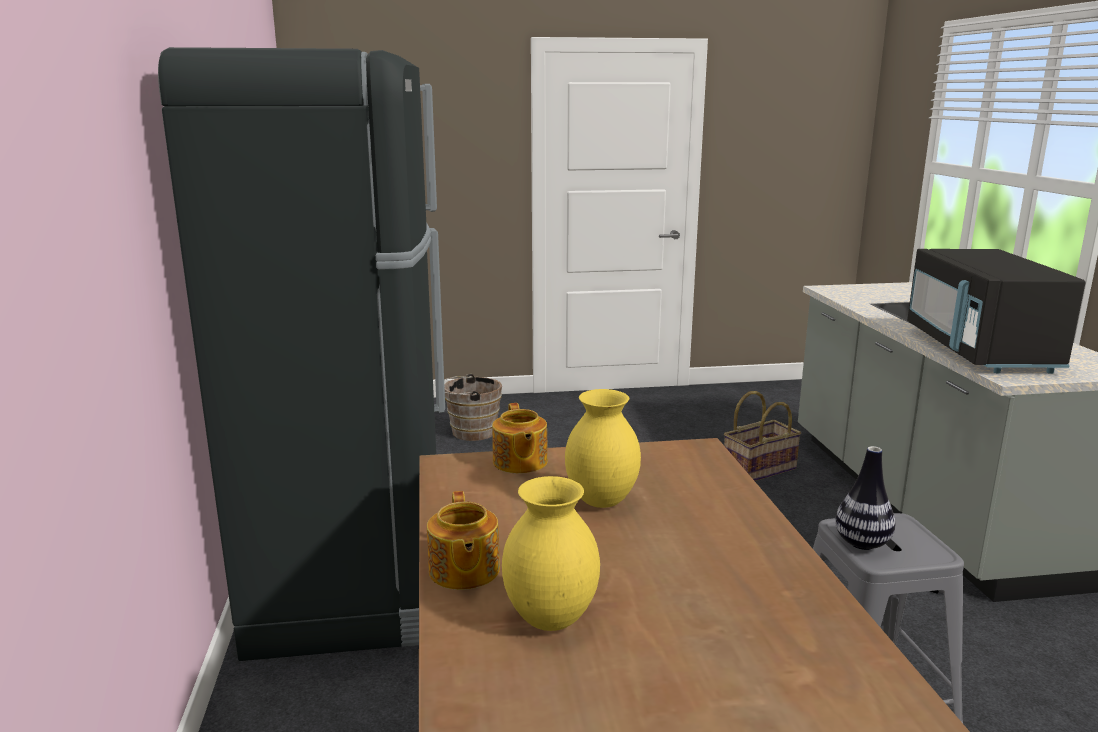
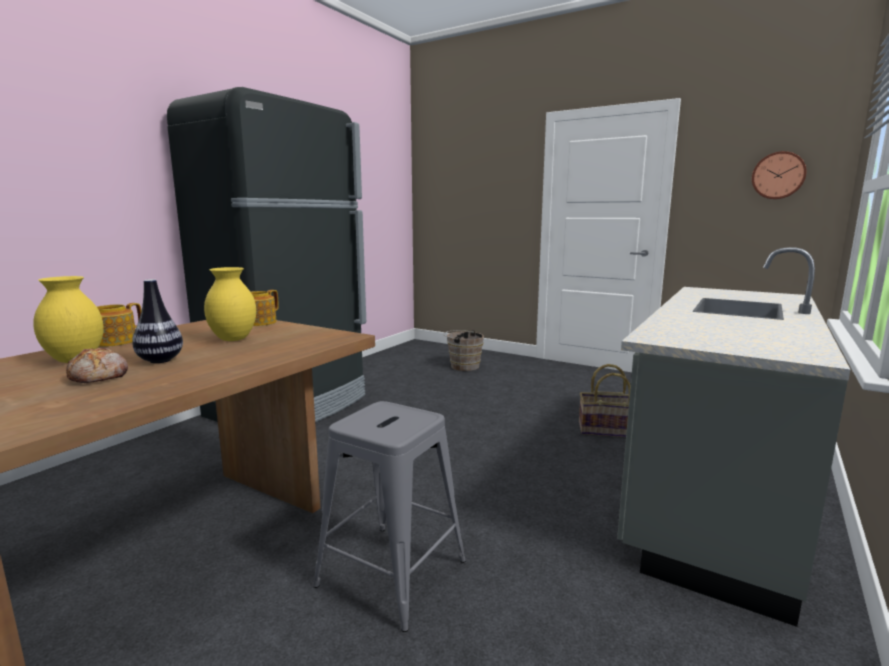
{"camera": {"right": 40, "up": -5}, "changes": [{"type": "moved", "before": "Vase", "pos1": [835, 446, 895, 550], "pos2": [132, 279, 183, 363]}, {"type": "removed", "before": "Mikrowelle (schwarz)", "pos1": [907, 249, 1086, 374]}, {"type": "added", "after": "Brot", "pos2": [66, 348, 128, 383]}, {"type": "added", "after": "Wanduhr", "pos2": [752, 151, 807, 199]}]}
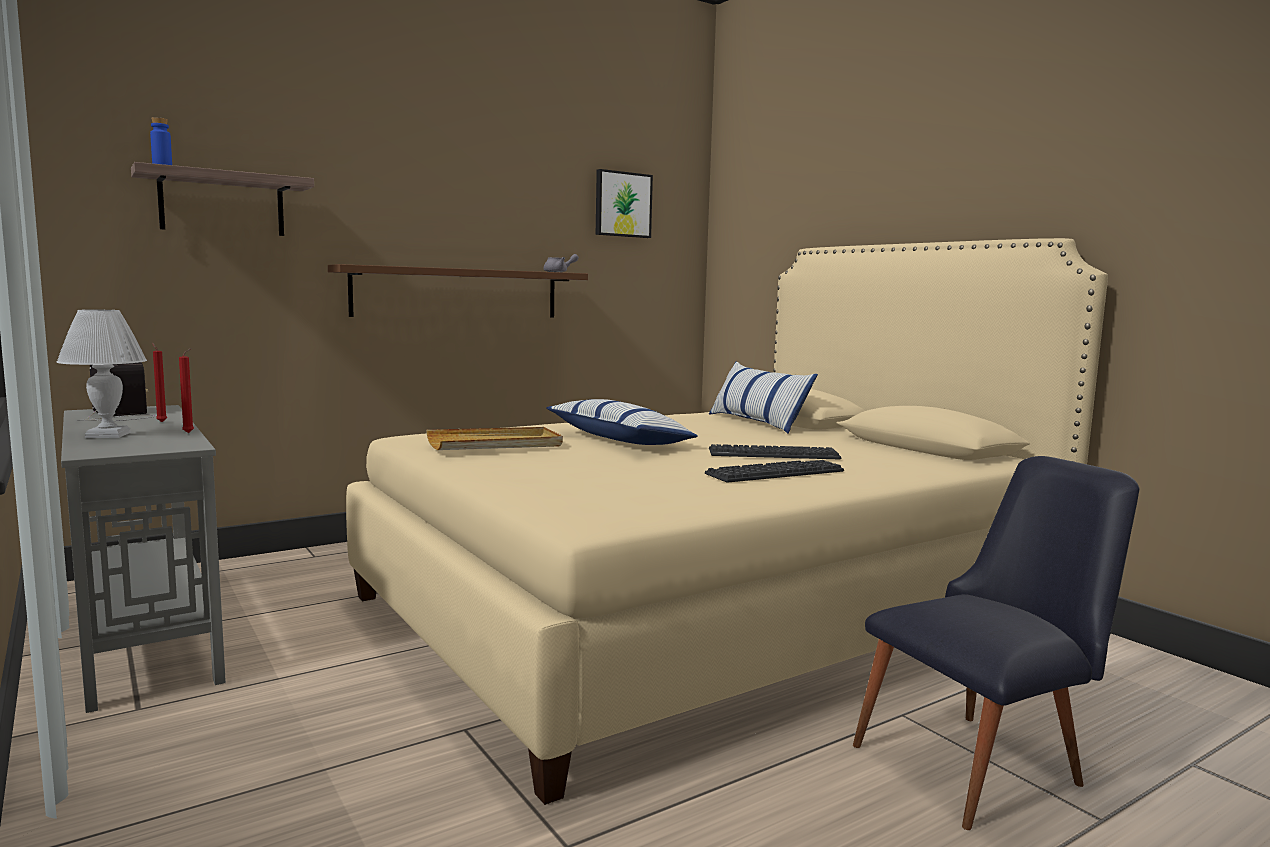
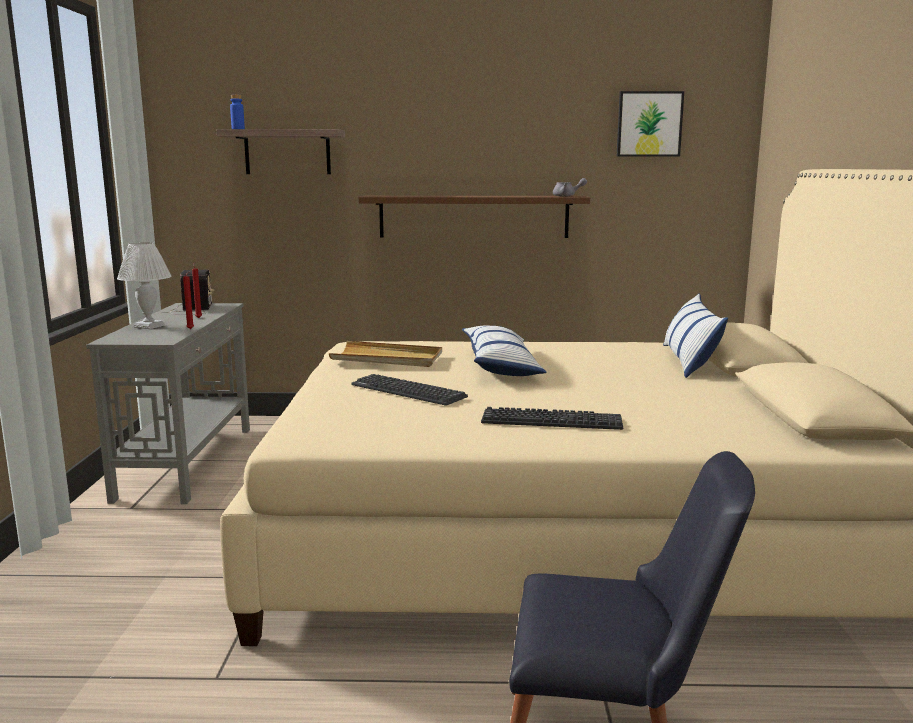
{"camera": {"right": 35, "up": 5}, "changes": [{"type": "moved", "before": "Tastatur", "pos1": [709, 444, 841, 460], "pos2": [351, 374, 468, 406]}]}
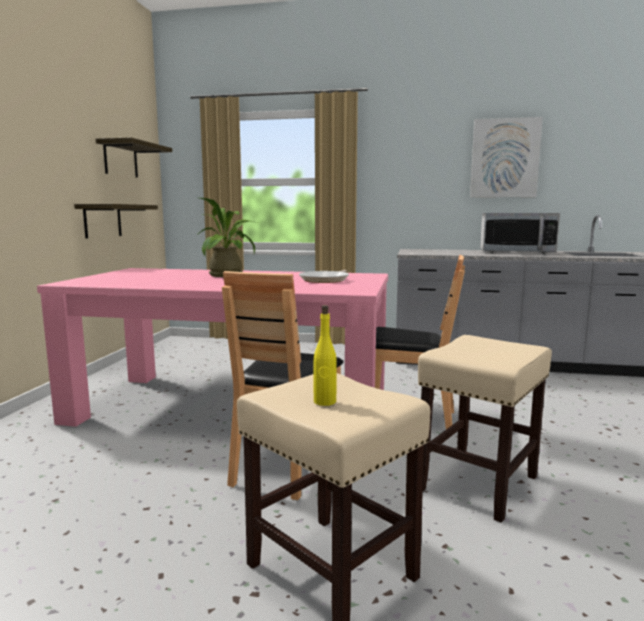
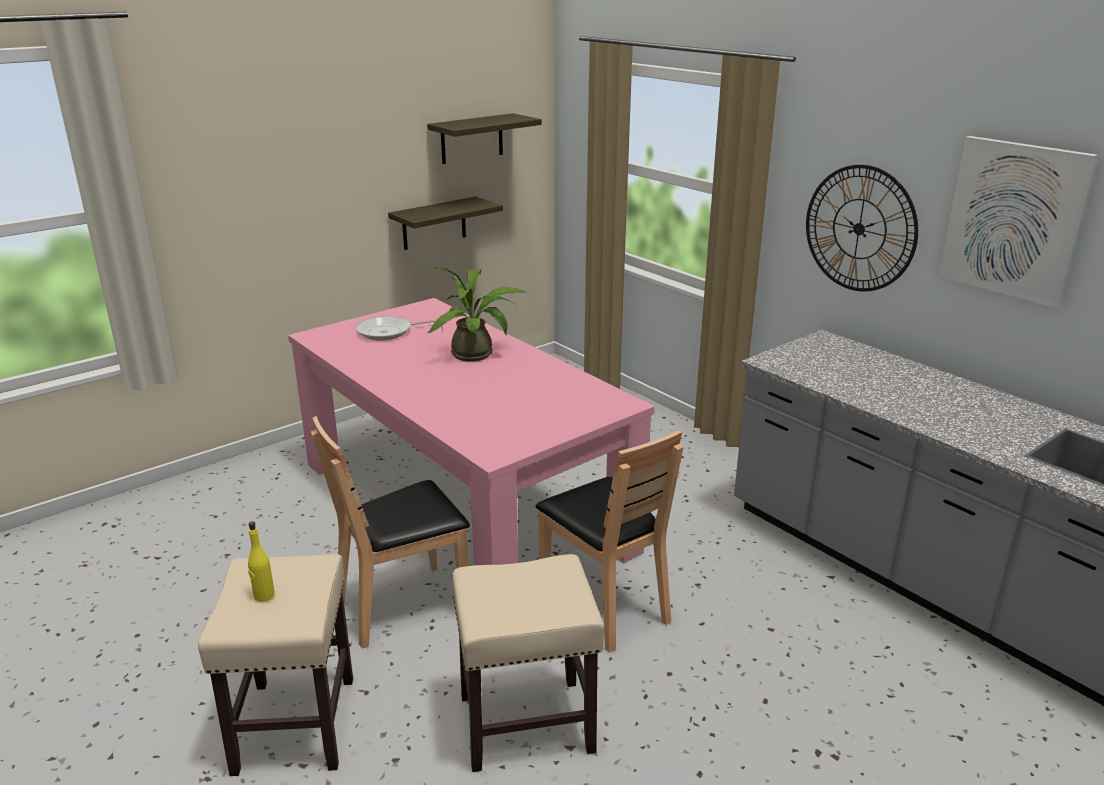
{"camera": {"right": 40, "up": 15}, "changes": [{"type": "moved", "before": "Pfanne", "pos1": [299, 270, 349, 283], "pos2": [356, 316, 437, 341]}, {"type": "removed", "before": "Mikrowelle", "pos1": [480, 213, 560, 254]}, {"type": "added", "after": "Wanduhr", "pos2": [806, 165, 918, 292]}]}
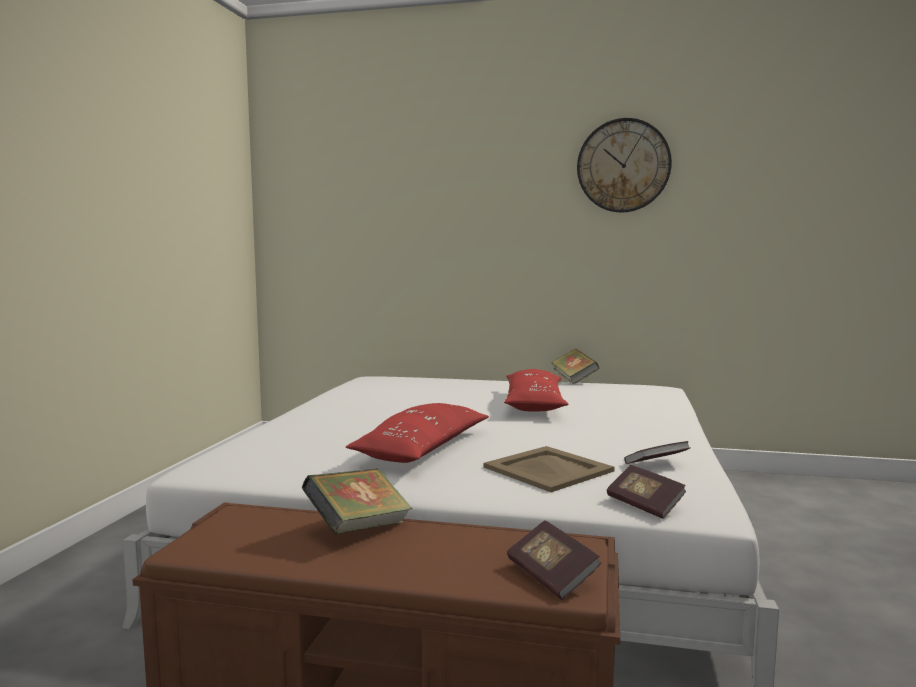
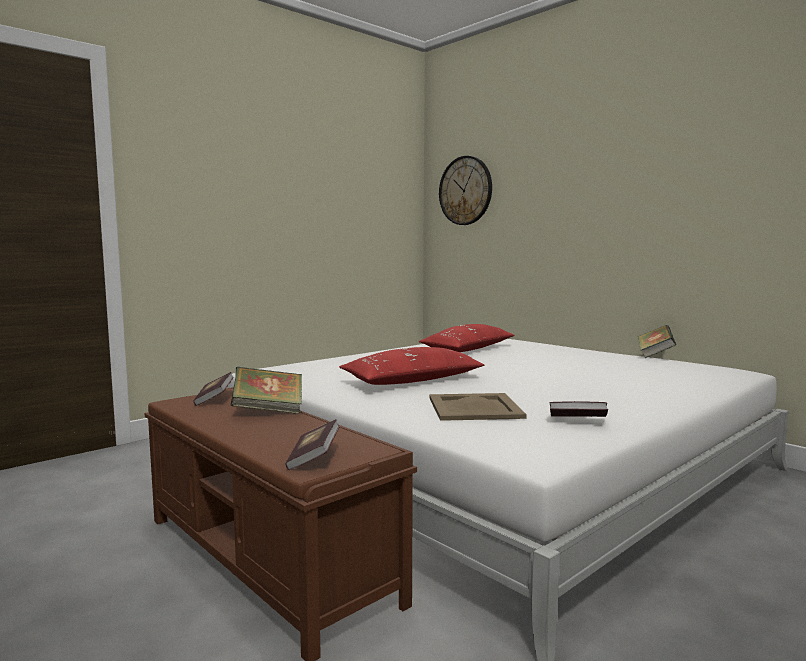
{"camera": {"right": 35, "up": 0}, "changes": [{"type": "moved", "before": "Kissen (rot)", "pos1": [504, 369, 568, 412], "pos2": [419, 324, 515, 352]}, {"type": "moved", "before": "Wanduhr", "pos1": [577, 118, 672, 212], "pos2": [439, 156, 492, 225]}, {"type": "moved", "before": "Buch", "pos1": [607, 465, 686, 519], "pos2": [193, 372, 234, 406]}]}
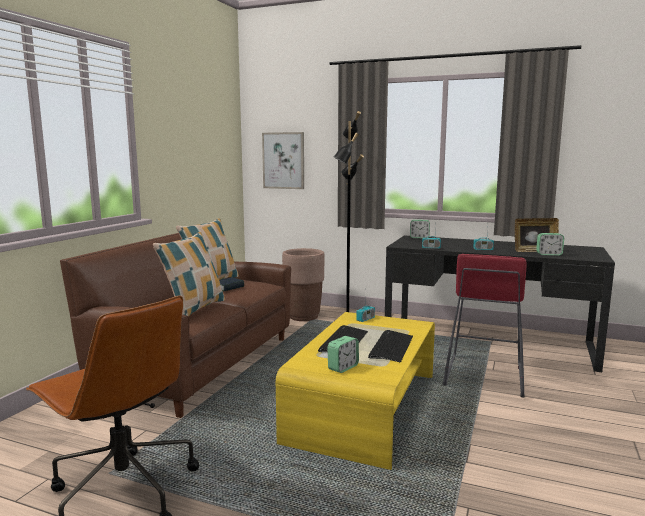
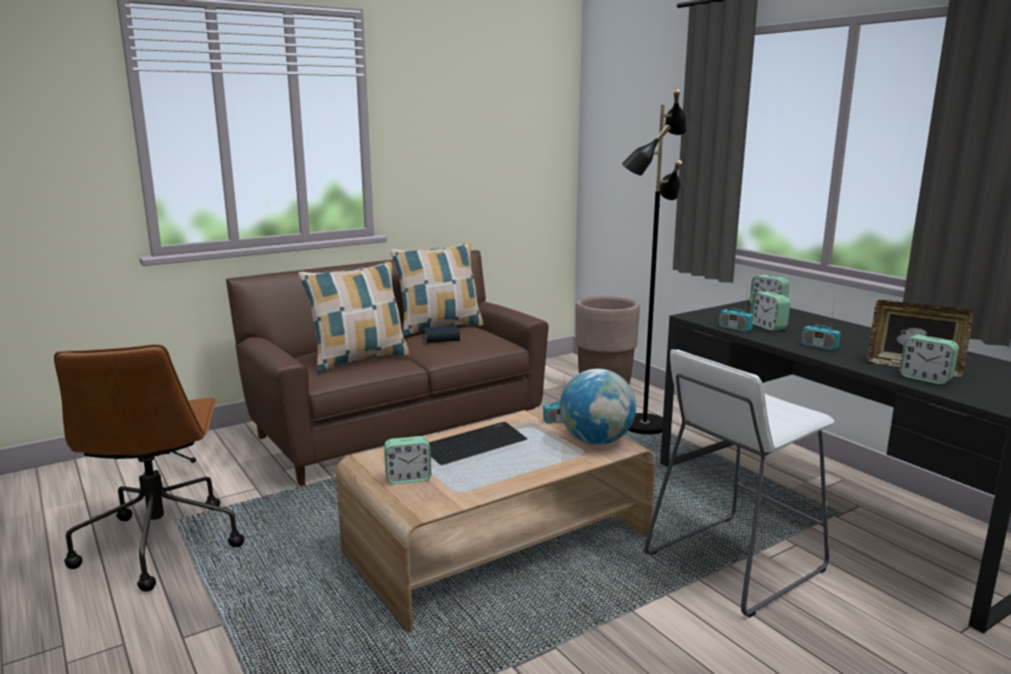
{"camera": {"right": 35, "up": 5}, "changes": [{"type": "removed", "before": "Bild", "pos1": [262, 132, 304, 189]}, {"type": "recoloured", "before": "Couchtisch (gelb)", "after": "Couchtisch (braun)", "pos1": [276, 312, 435, 470], "pos2": [336, 407, 655, 633]}, {"type": "removed", "before": "Tastatur", "pos1": [368, 330, 413, 363]}, {"type": "recoloured", "before": "Hocker (rot)", "after": "Hocker (weiß)", "pos1": [443, 254, 526, 397], "pos2": [644, 350, 835, 617]}, {"type": "added", "after": "Globus", "pos2": [560, 369, 636, 445]}, {"type": "added", "after": "Wecker", "pos2": [750, 291, 791, 331]}]}
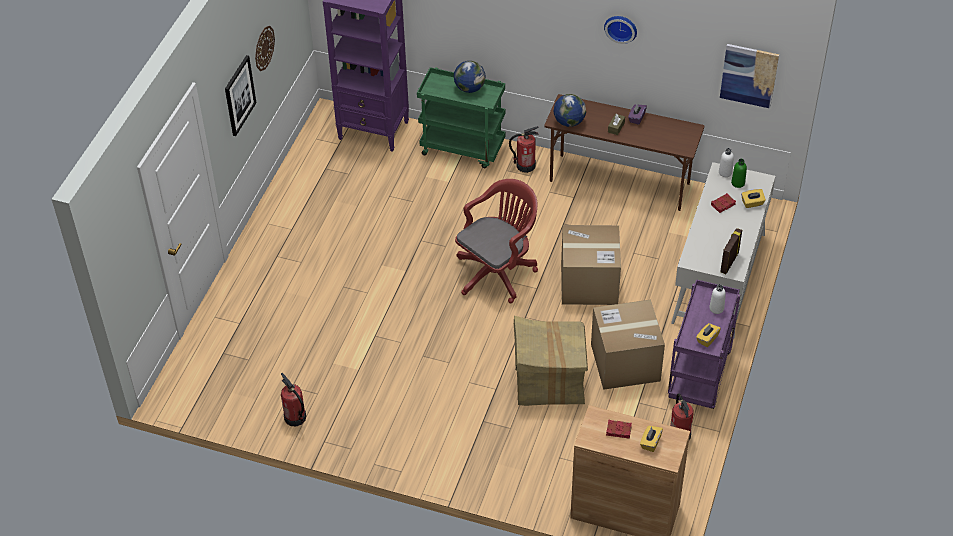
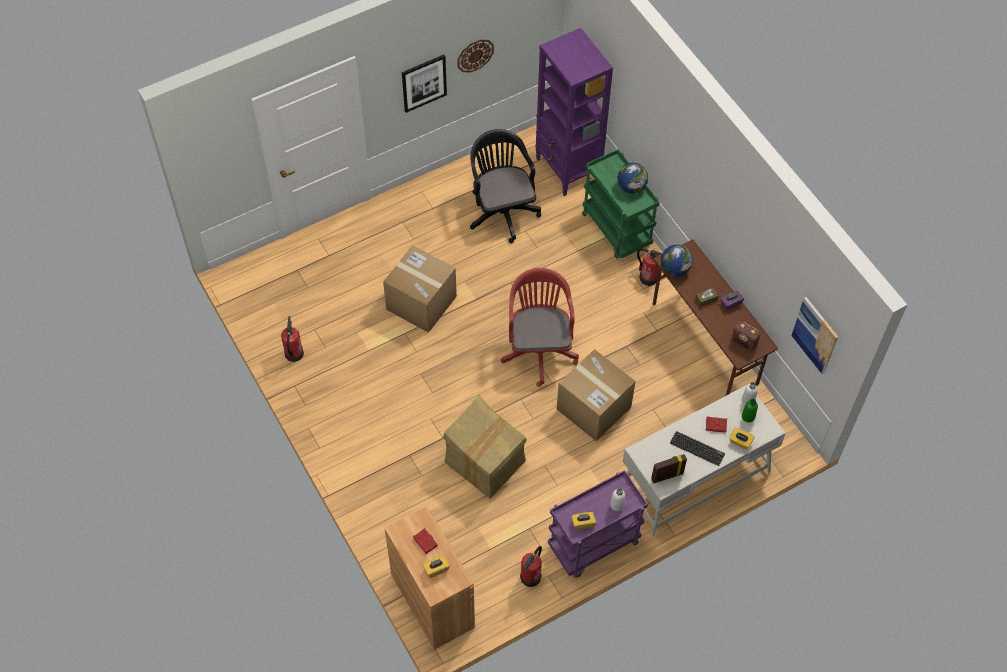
{"camera": {"right": 40, "up": 10}, "changes": [{"type": "turned", "before": "Bürostuhl (rot)", "pos1": [455, 179, 538, 303], "pos2": [501, 268, 579, 387], "turn": -90}, {"type": "moved", "before": "Karton", "pos1": [591, 300, 665, 390], "pos2": [383, 245, 457, 333]}, {"type": "removed", "before": "Wanduhr", "pos1": [604, 16, 637, 44]}, {"type": "added", "after": "Bürostuhl (schwarz)", "pos2": [470, 129, 541, 243]}, {"type": "added", "after": "Tastatur", "pos2": [670, 431, 725, 466]}, {"type": "added", "after": "Radio", "pos2": [731, 321, 760, 351]}]}
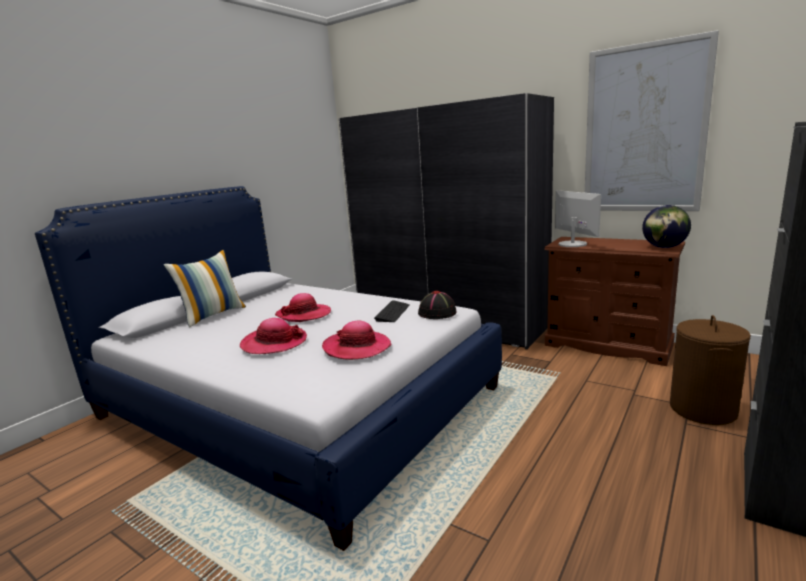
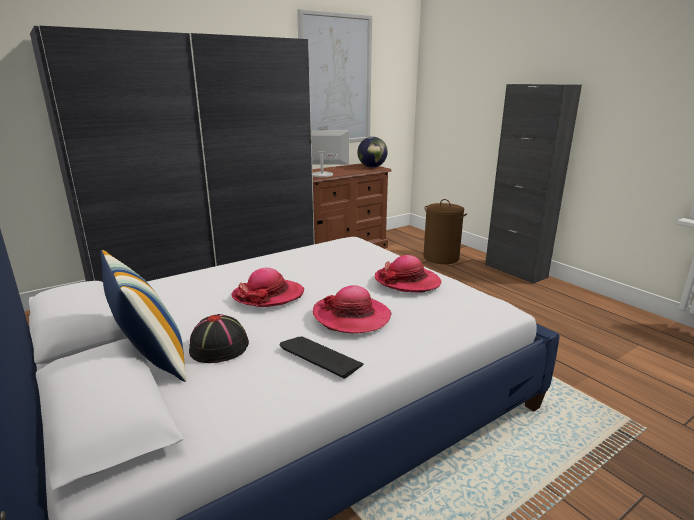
{"camera": {"right": -70, "up": 5}, "changes": [{"type": "moved", "before": "Tastatur", "pos1": [374, 300, 410, 322], "pos2": [279, 337, 364, 379]}, {"type": "moved", "before": "Hut (schwarz)", "pos1": [418, 291, 457, 319], "pos2": [189, 314, 249, 363]}]}
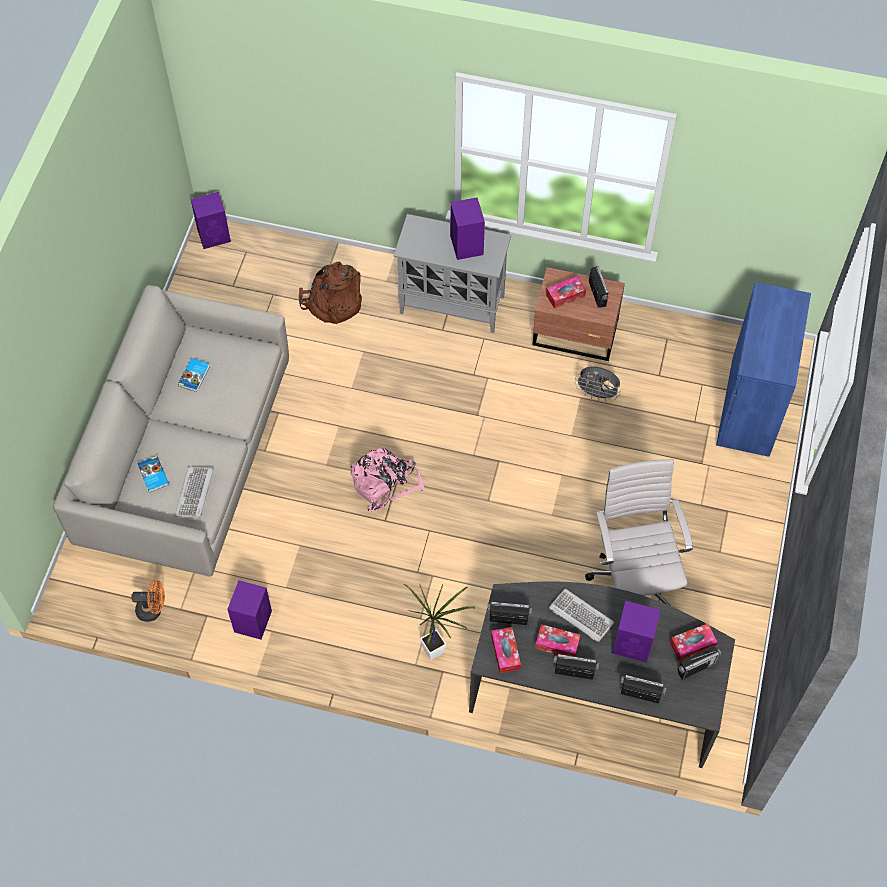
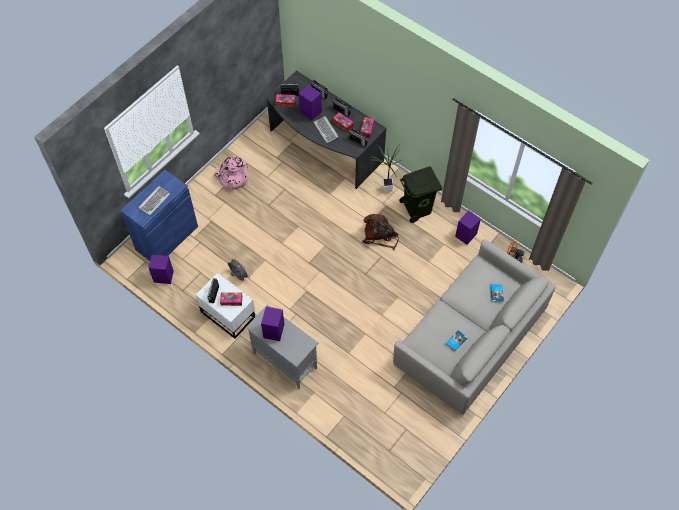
{"camera": {"right": -155, "up": 0}, "changes": [{"type": "moved", "before": "Tastatur", "pos1": [175, 466, 214, 519], "pos2": [139, 186, 170, 215]}, {"type": "moved", "before": "Lautsprecher (lila)", "pos1": [191, 192, 231, 249], "pos2": [149, 255, 174, 284]}, {"type": "moved", "before": "Rucksack (braun)", "pos1": [299, 262, 362, 324], "pos2": [362, 214, 399, 250]}, {"type": "moved", "before": "Rucksack (rosa)", "pos1": [350, 448, 425, 511], "pos2": [214, 156, 248, 190]}, {"type": "recoloured", "before": "Nachttisch (braun)", "after": "Nachttisch (weiß)", "pos1": [533, 267, 625, 361], "pos2": [196, 273, 255, 339]}, {"type": "removed", "before": "Bürostuhl (weiß)", "pos1": [585, 459, 693, 606]}, {"type": "added", "after": "Mülleimer (grün)", "pos2": [399, 166, 443, 223]}]}
